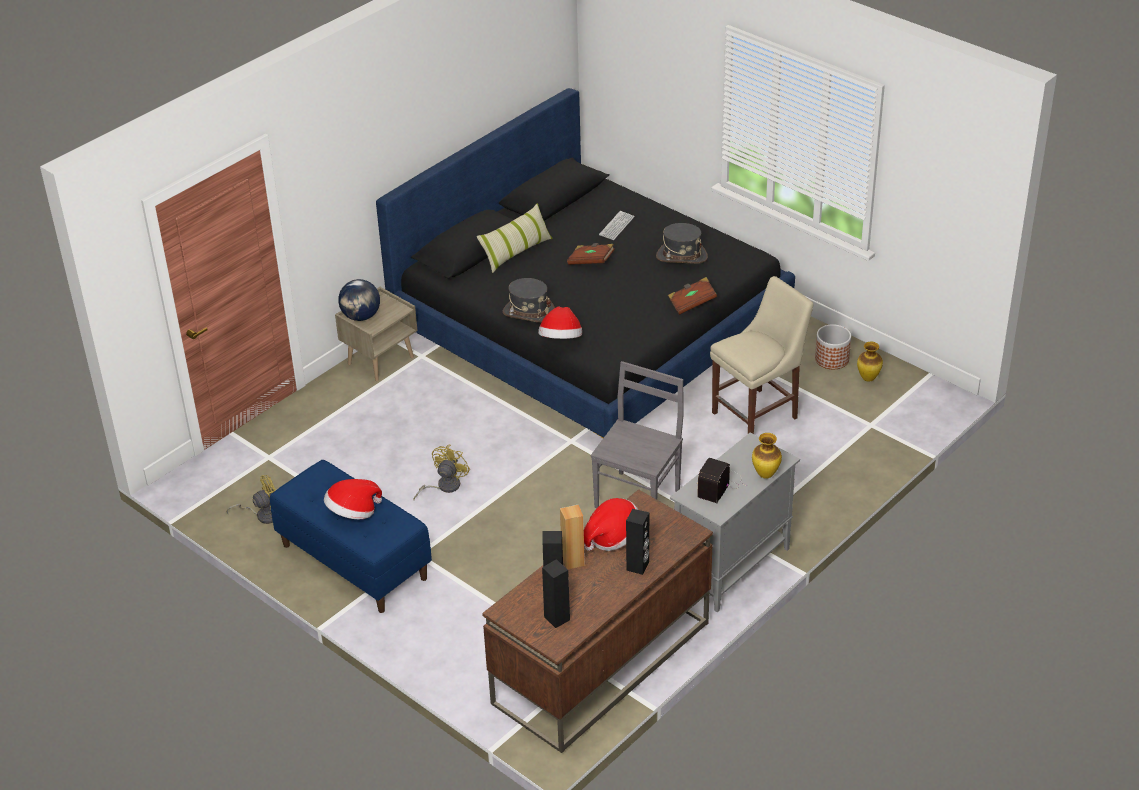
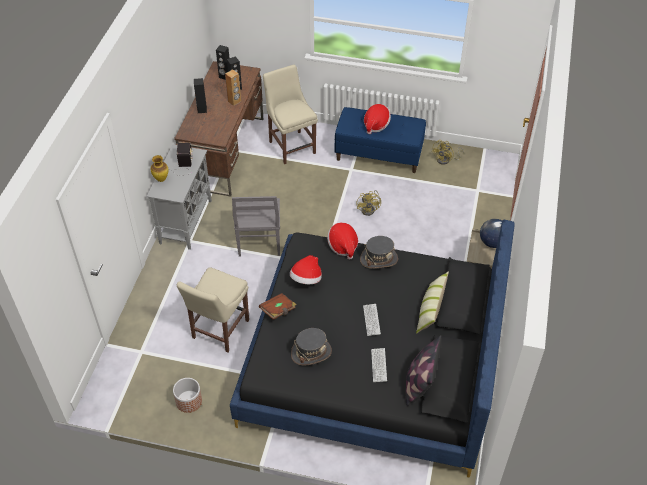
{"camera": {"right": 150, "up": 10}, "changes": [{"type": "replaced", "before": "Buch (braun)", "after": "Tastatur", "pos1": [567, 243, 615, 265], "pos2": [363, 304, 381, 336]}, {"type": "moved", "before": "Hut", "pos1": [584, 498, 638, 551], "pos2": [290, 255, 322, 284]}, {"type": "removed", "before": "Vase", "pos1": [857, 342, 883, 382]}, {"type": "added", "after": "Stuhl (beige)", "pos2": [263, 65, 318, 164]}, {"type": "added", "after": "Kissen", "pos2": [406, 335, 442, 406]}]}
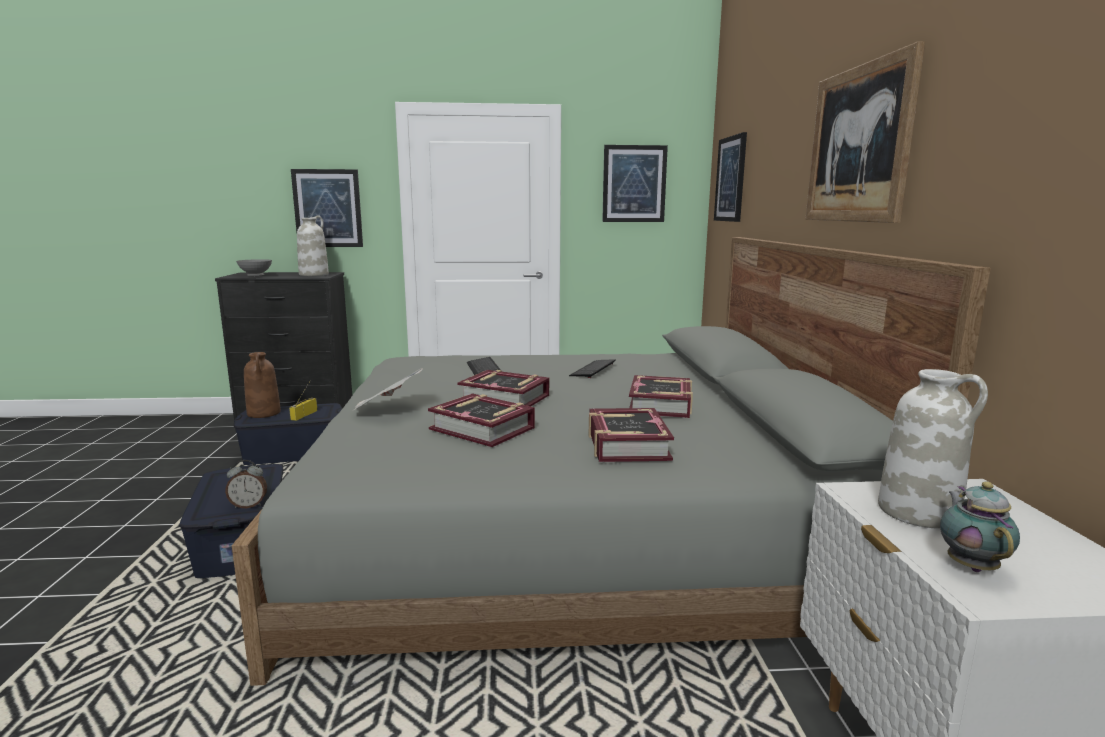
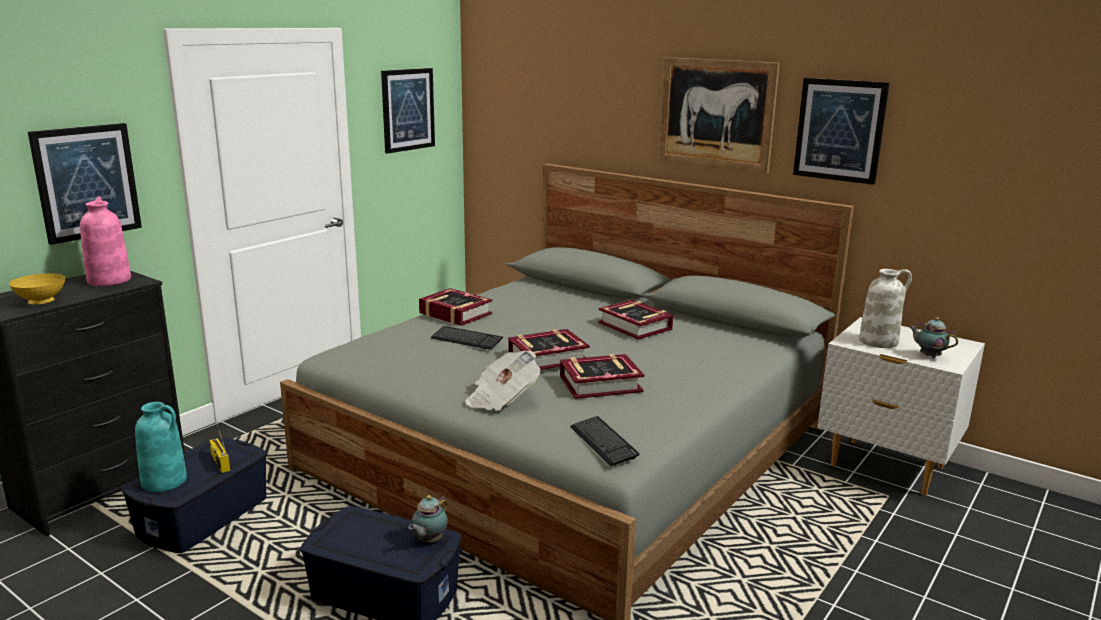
{"camera": {"right": -50, "up": 5}, "changes": [{"type": "replaced", "before": "Wecker", "after": "Teekanne", "pos1": [225, 460, 267, 508], "pos2": [408, 495, 448, 542]}, {"type": "recoloured", "before": "Schüssel (grau)", "after": "Schüssel (gelb)", "pos1": [236, 259, 272, 276], "pos2": [9, 273, 65, 304]}, {"type": "recoloured", "before": "Vase (braun)", "after": "Vase (türkis)", "pos1": [244, 352, 281, 418], "pos2": [135, 402, 187, 492]}, {"type": "recoloured", "before": "Vase (weiß)", "after": "Vase (rosa)", "pos1": [297, 215, 329, 276], "pos2": [80, 196, 131, 286]}, {"type": "moved", "before": "Tastatur", "pos1": [569, 359, 616, 378], "pos2": [570, 416, 640, 466]}, {"type": "moved", "before": "Buch", "pos1": [589, 408, 674, 462], "pos2": [419, 288, 492, 326]}, {"type": "moved", "before": "Bild", "pos1": [714, 132, 747, 222], "pos2": [793, 78, 889, 185]}]}
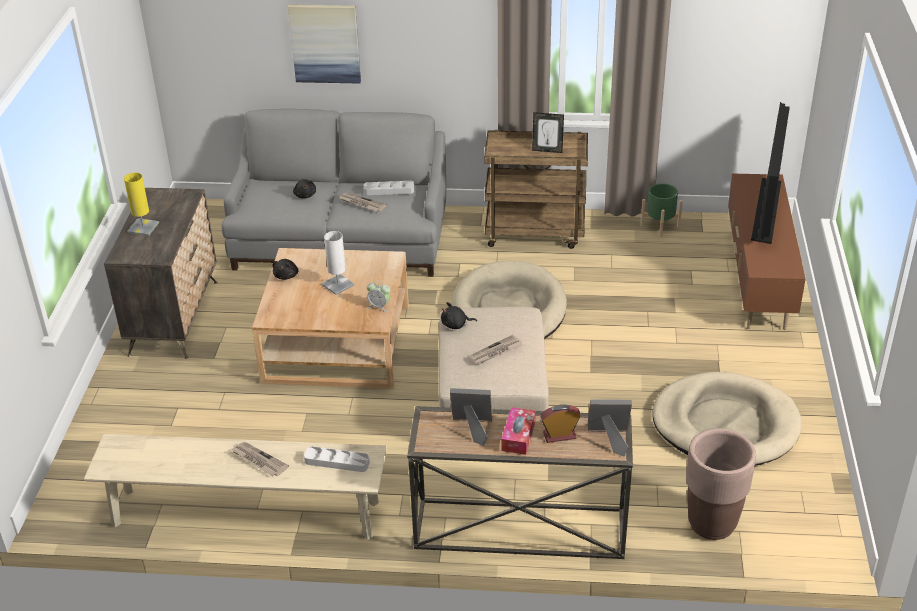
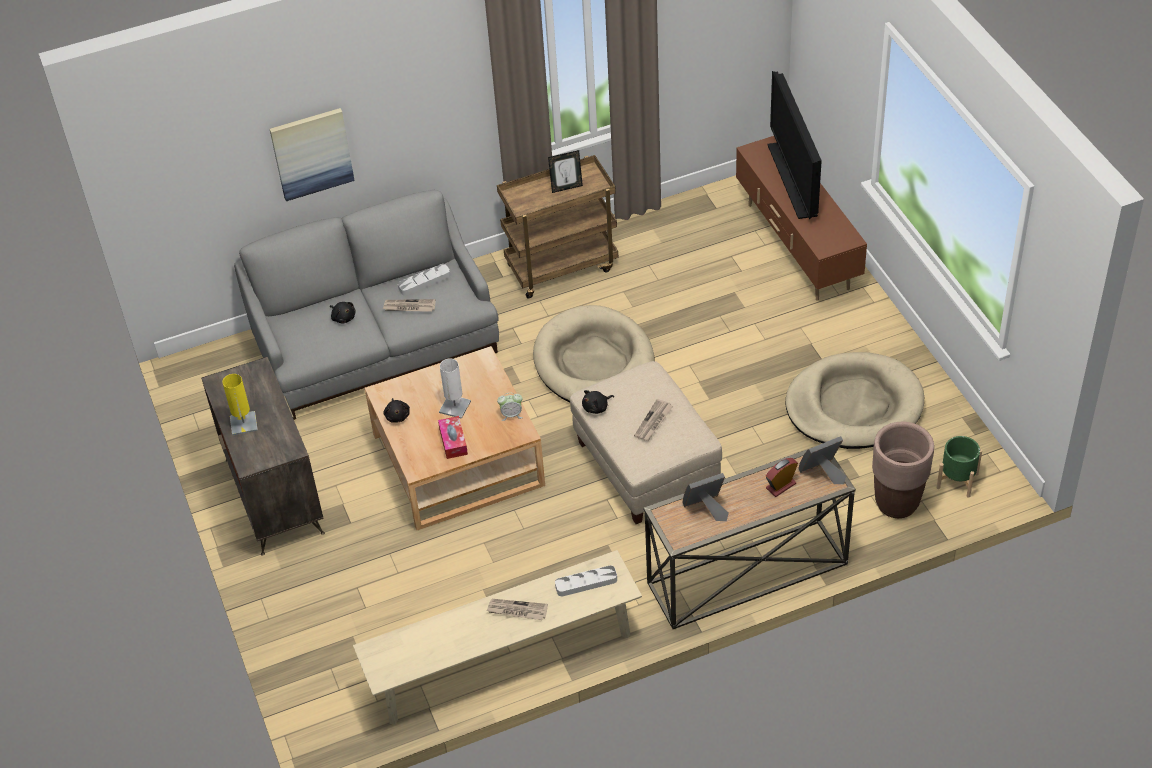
{"camera": {"right": -25, "up": 10}, "changes": [{"type": "moved", "before": "Taschentuchbox", "pos1": [501, 407, 536, 455], "pos2": [438, 416, 468, 459]}, {"type": "moved", "before": "Pflanzkübel (grün)", "pos1": [640, 183, 683, 237], "pos2": [936, 436, 982, 498]}]}
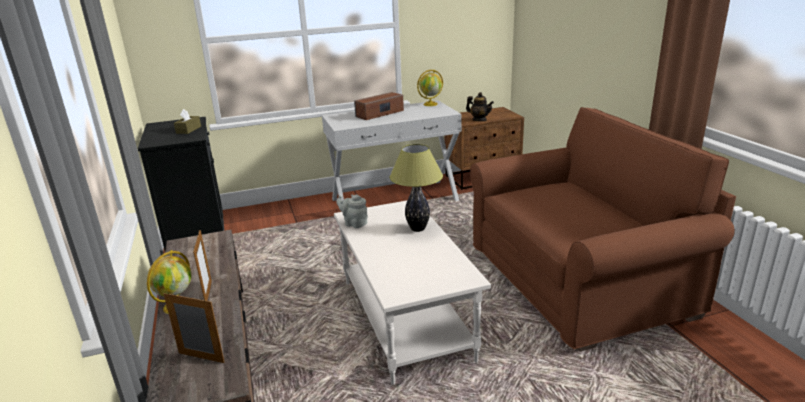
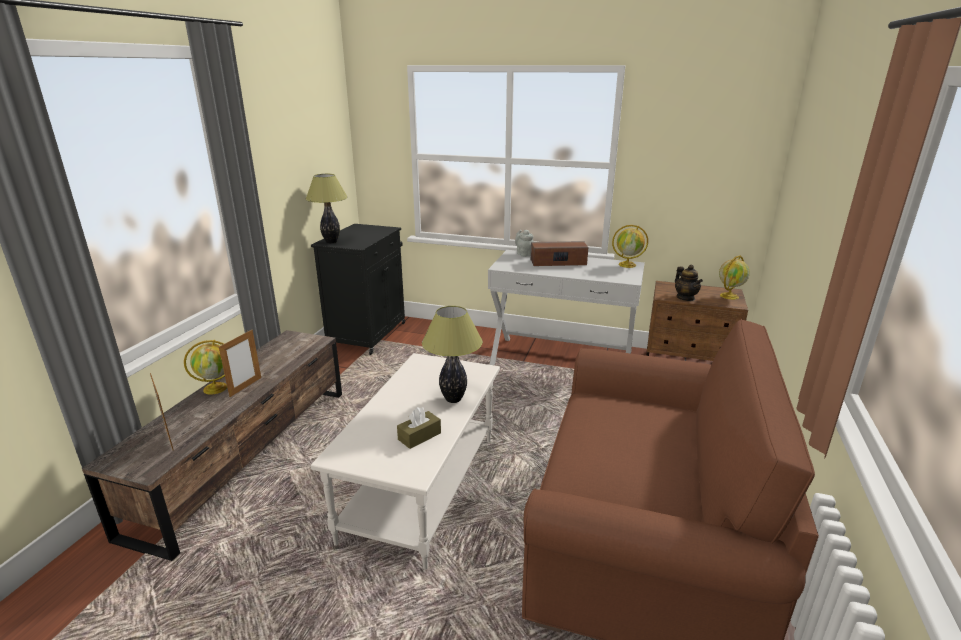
{"camera": {"right": 35, "up": 0}, "changes": [{"type": "moved", "before": "Taschentuchbox (braun)", "pos1": [174, 109, 201, 134], "pos2": [397, 407, 441, 449]}, {"type": "moved", "before": "Teekanne (grau)", "pos1": [336, 195, 368, 228], "pos2": [515, 229, 534, 257]}, {"type": "added", "after": "Tischlampe", "pos2": [306, 174, 348, 243]}, {"type": "added", "after": "Globus", "pos2": [719, 255, 750, 300]}]}
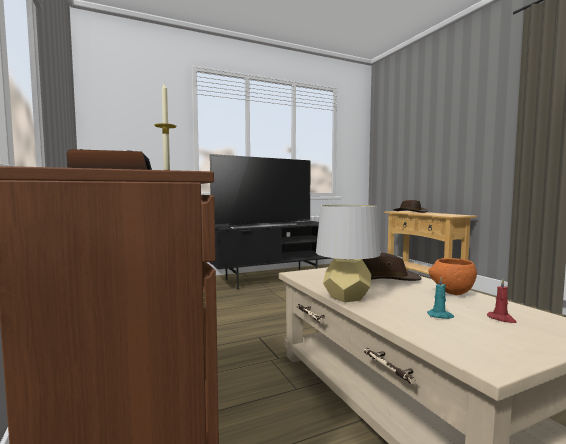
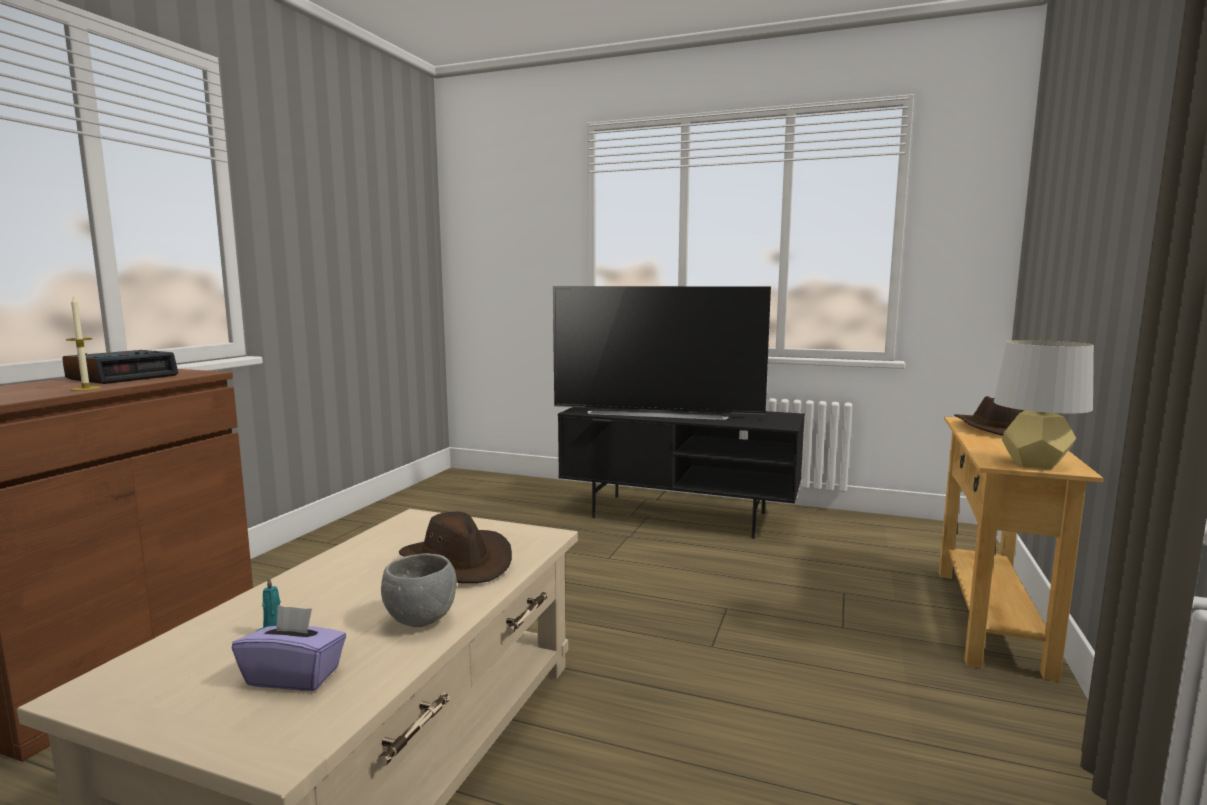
{"camera": {"right": 45, "up": 5}, "changes": [{"type": "moved", "before": "Tischlampe (grau)", "pos1": [316, 205, 380, 302], "pos2": [994, 340, 1094, 469]}, {"type": "recoloured", "before": "Schüssel (orange)", "after": "Schüssel (grau)", "pos1": [429, 258, 477, 295], "pos2": [381, 553, 457, 627]}, {"type": "replaced", "before": "Kerze (rot)", "after": "Taschentuchbox (lila)", "pos1": [487, 279, 517, 323], "pos2": [232, 605, 346, 691]}]}
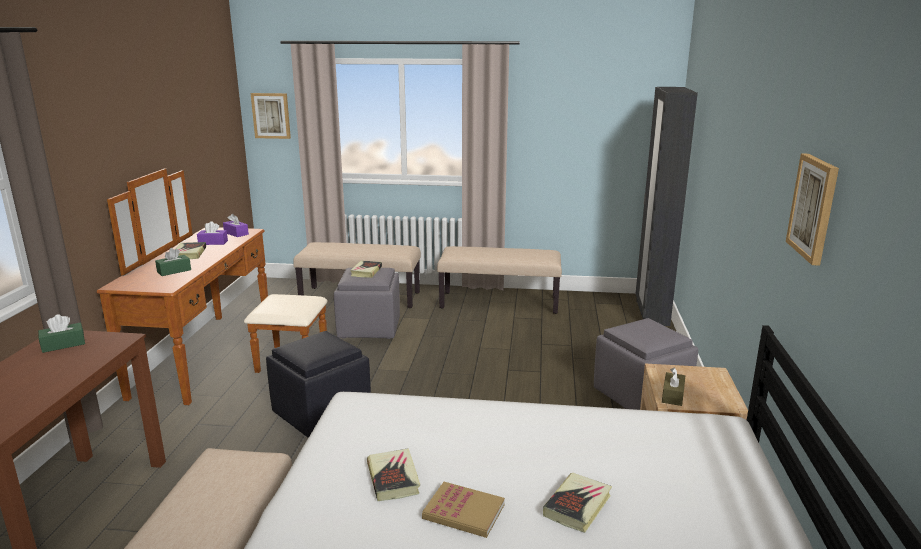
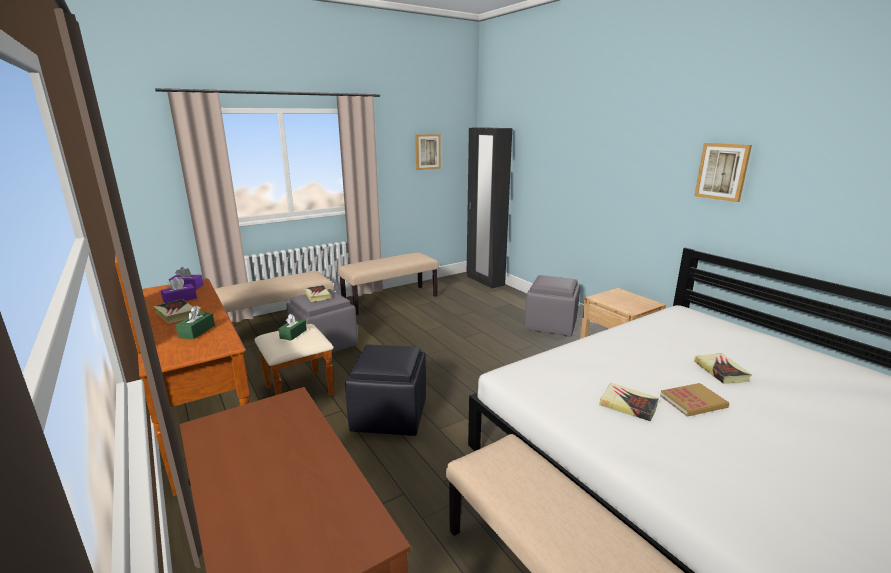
{"camera": {"right": -40, "up": 0}, "changes": [{"type": "moved", "before": "Taschentuchbox (grün)", "pos1": [38, 314, 85, 353], "pos2": [278, 314, 307, 341]}, {"type": "moved", "before": "Bild", "pos1": [251, 93, 291, 139], "pos2": [415, 134, 441, 170]}, {"type": "removed", "before": "Taschentuchbox (braun)", "pos1": [662, 367, 685, 406]}]}
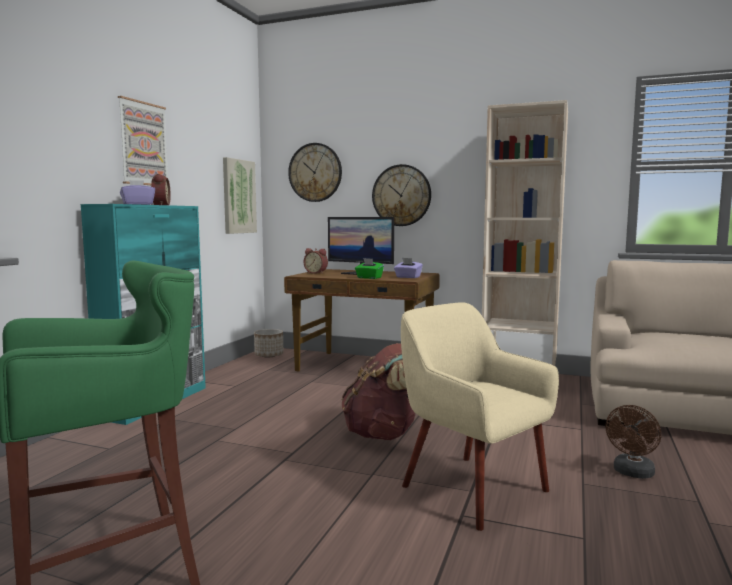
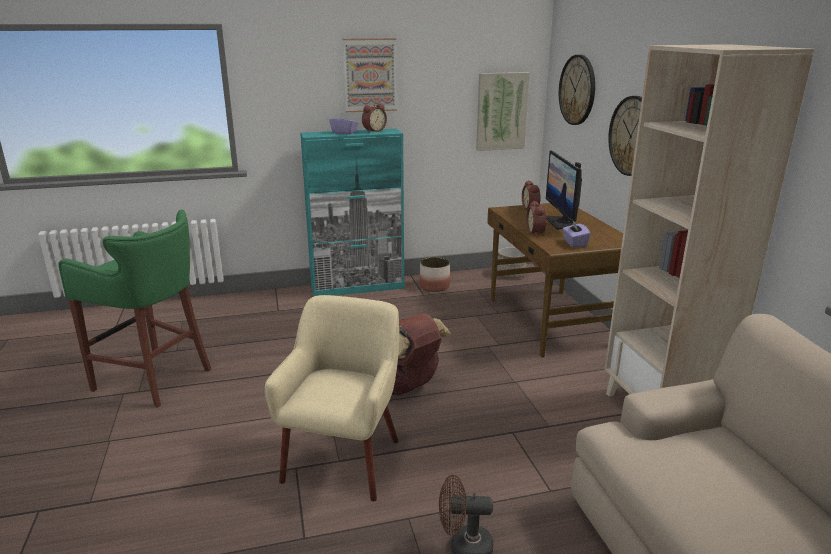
{"camera": {"right": 55, "up": 15}, "changes": [{"type": "replaced", "before": "Taschentuchbox (grün)", "after": "Wecker", "pos1": [355, 258, 384, 279], "pos2": [526, 201, 546, 236]}, {"type": "added", "after": "Pflanzkübel", "pos2": [420, 257, 450, 292]}]}
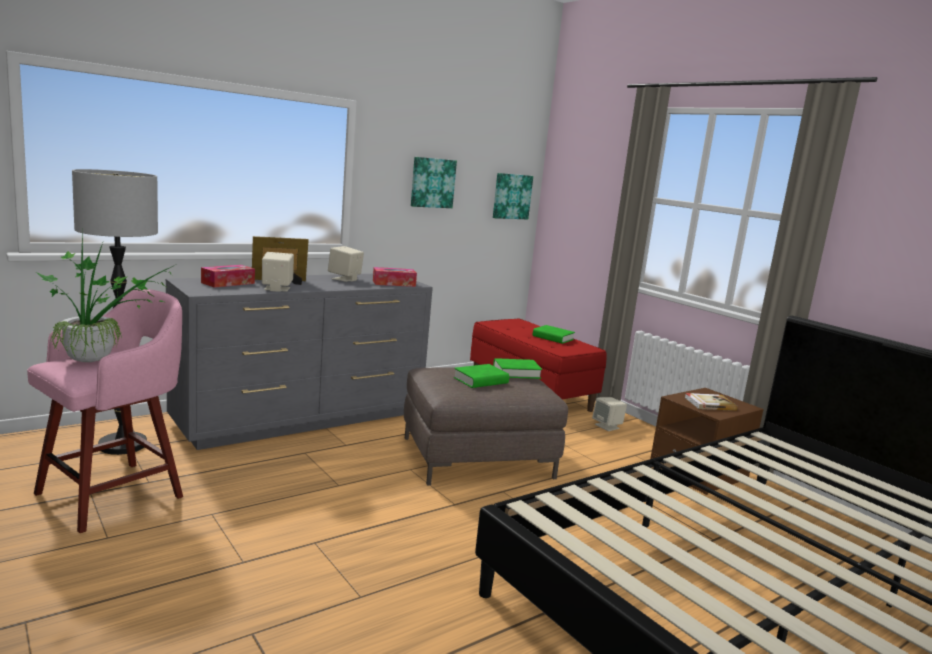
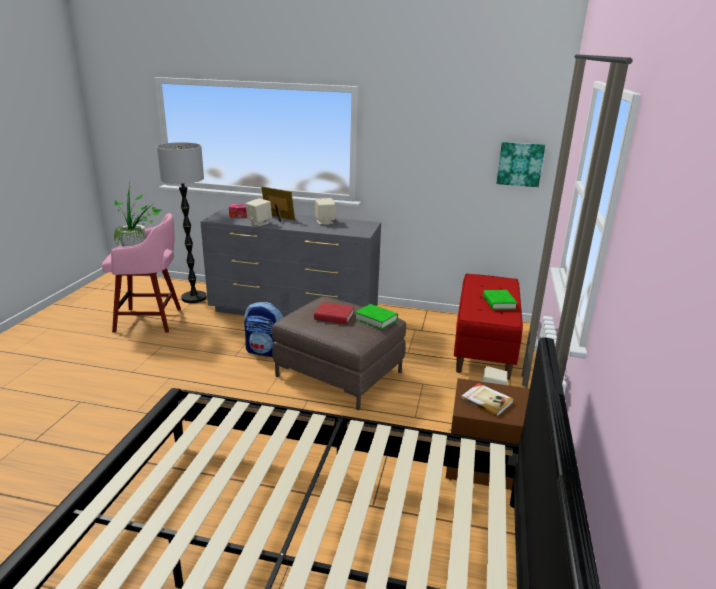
{"camera": {"right": 50, "up": 10}, "changes": [{"type": "removed", "before": "Taschentuchbox", "pos1": [373, 267, 417, 287]}, {"type": "removed", "before": "Bild", "pos1": [411, 157, 457, 208]}, {"type": "recoloured", "before": "Buch (grün)", "after": "Buch (rot)", "pos1": [454, 364, 509, 388], "pos2": [314, 302, 354, 324]}, {"type": "added", "after": "Rucksack", "pos2": [244, 302, 283, 357]}]}
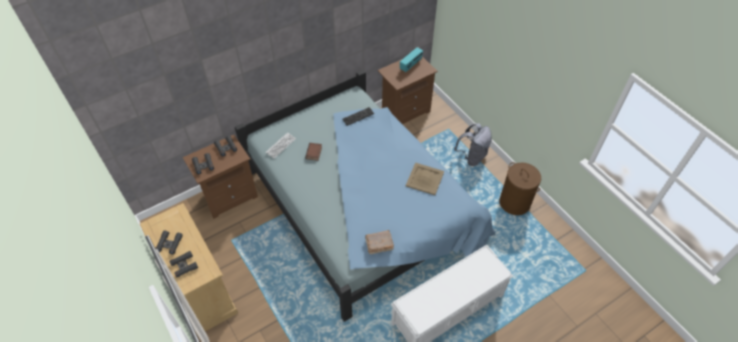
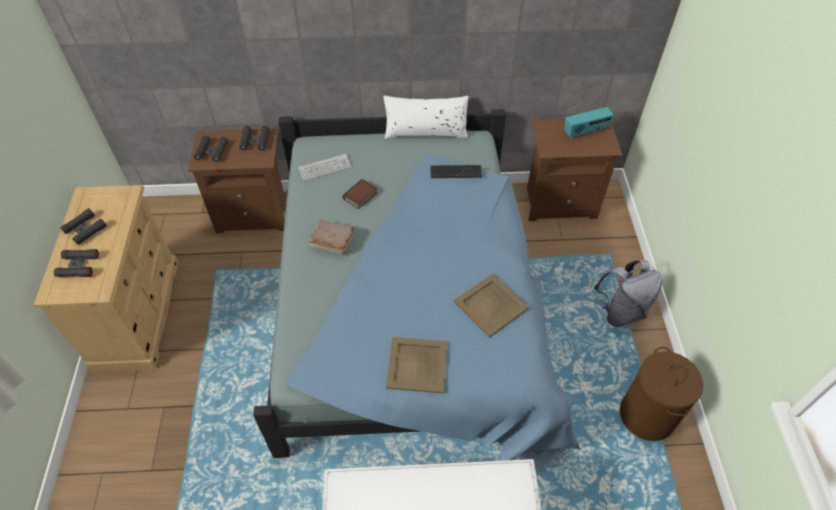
{"camera": {"right": 30, "up": 0}, "changes": [{"type": "moved", "before": "Buch (braun)", "pos1": [365, 230, 394, 254], "pos2": [309, 220, 354, 255]}, {"type": "added", "after": "Kissen (weiß)", "pos2": [383, 95, 469, 139]}, {"type": "added", "after": "Tablett (beige)", "pos2": [386, 337, 448, 393]}]}
